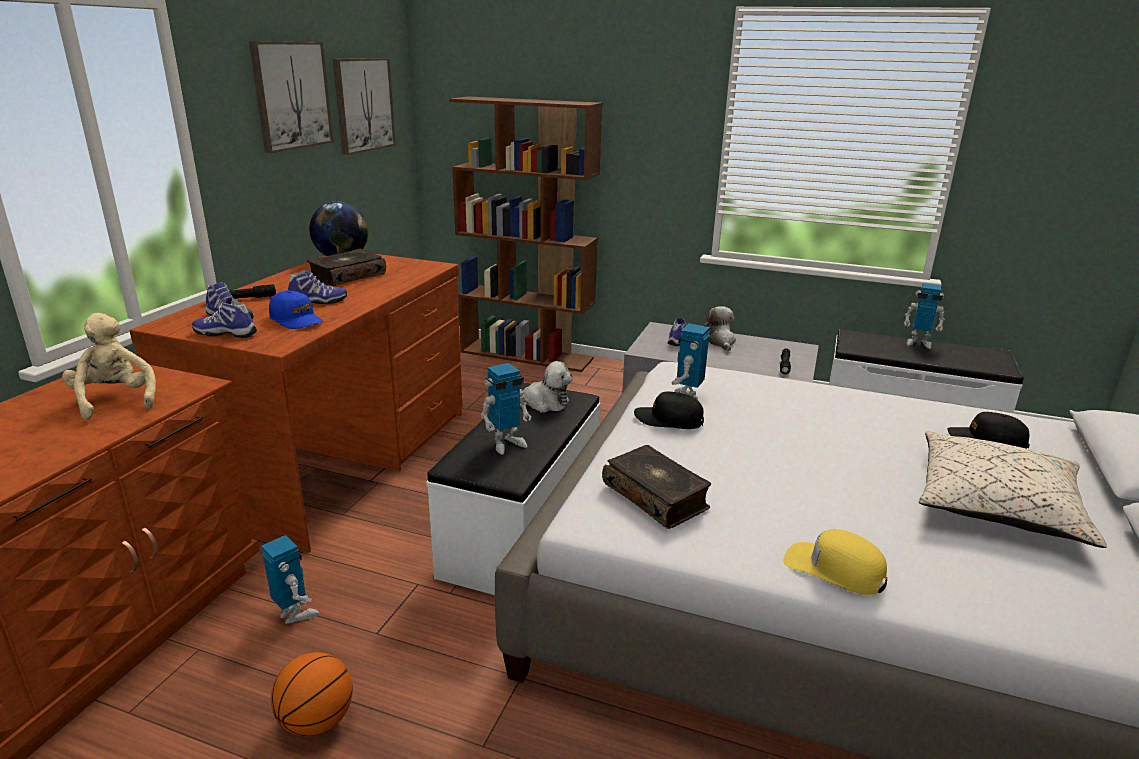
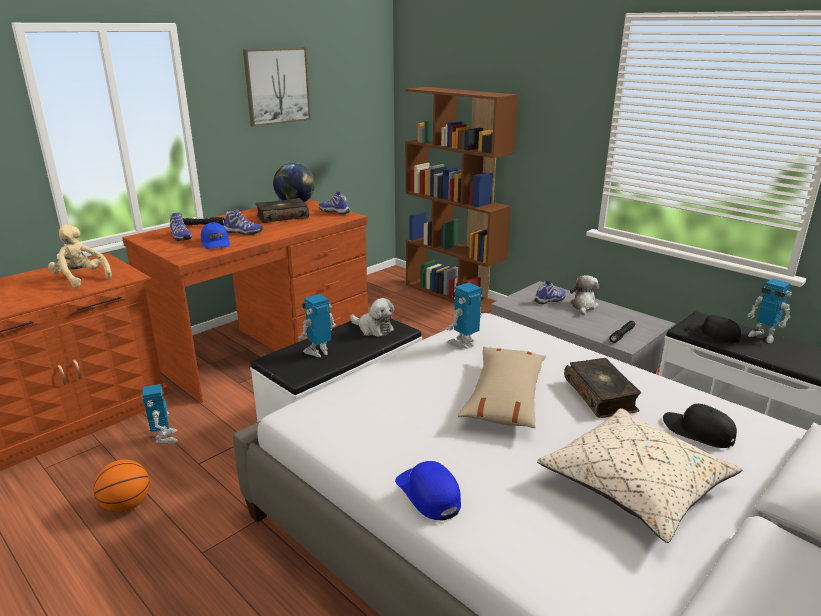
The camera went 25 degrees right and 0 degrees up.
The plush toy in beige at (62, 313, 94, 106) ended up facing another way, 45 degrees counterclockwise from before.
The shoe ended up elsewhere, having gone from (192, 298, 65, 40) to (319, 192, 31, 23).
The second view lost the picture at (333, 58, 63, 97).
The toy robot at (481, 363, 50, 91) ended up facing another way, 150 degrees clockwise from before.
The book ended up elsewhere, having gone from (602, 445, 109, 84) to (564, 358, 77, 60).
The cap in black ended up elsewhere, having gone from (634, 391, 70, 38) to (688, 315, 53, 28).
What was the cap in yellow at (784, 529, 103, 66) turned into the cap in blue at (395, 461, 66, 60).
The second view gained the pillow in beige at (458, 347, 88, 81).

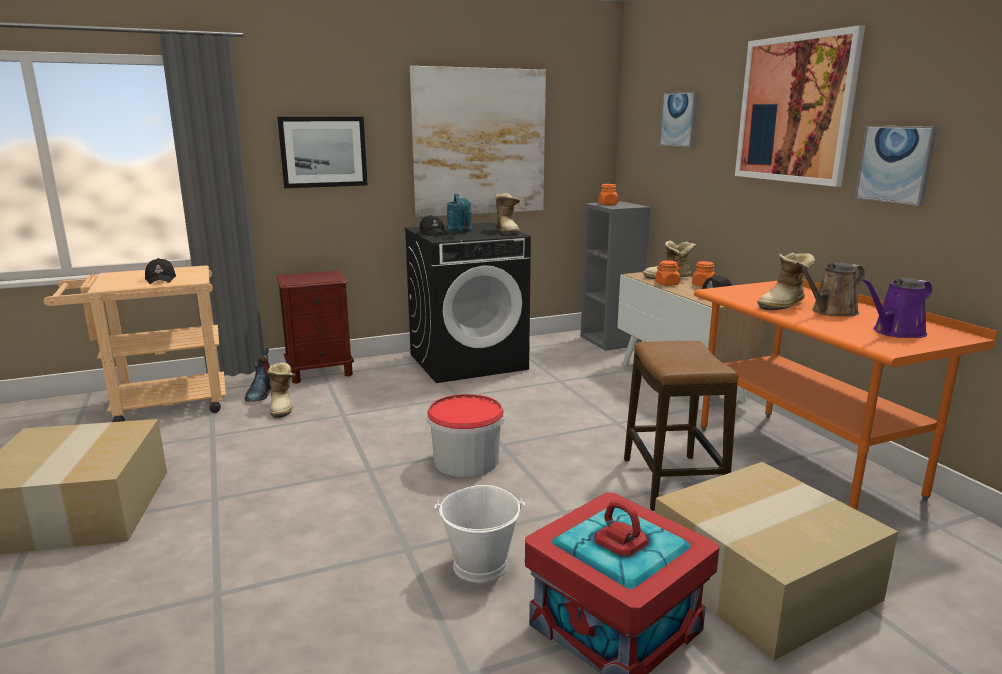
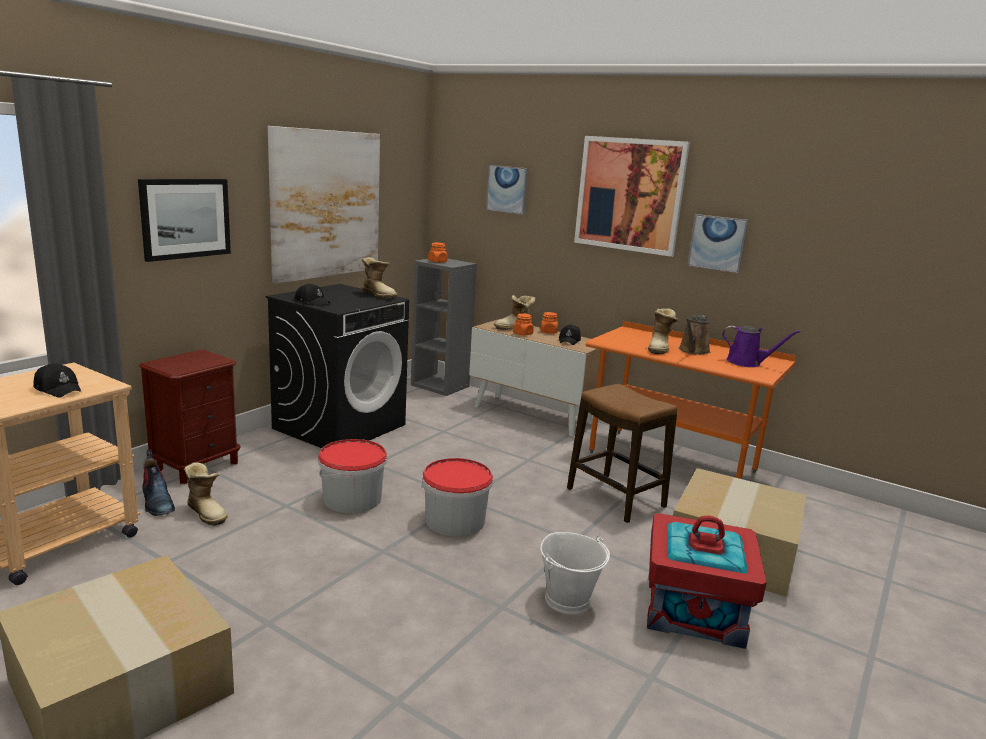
The camera went 35 degrees left and 0 degrees up.
The second view lost the watering can in turquoise at (447, 194, 25, 39).
The watering can in purple at (862, 278, 70, 60) ended up facing another way, 90 degrees counterclockwise from before.
The second view gained the bucket at (318, 439, 69, 74).

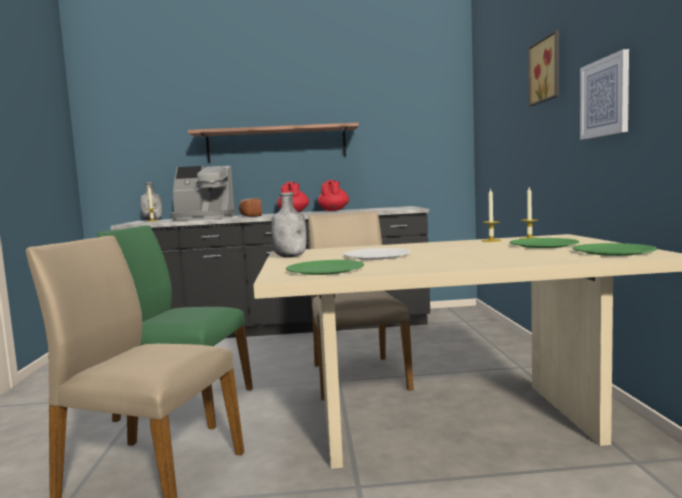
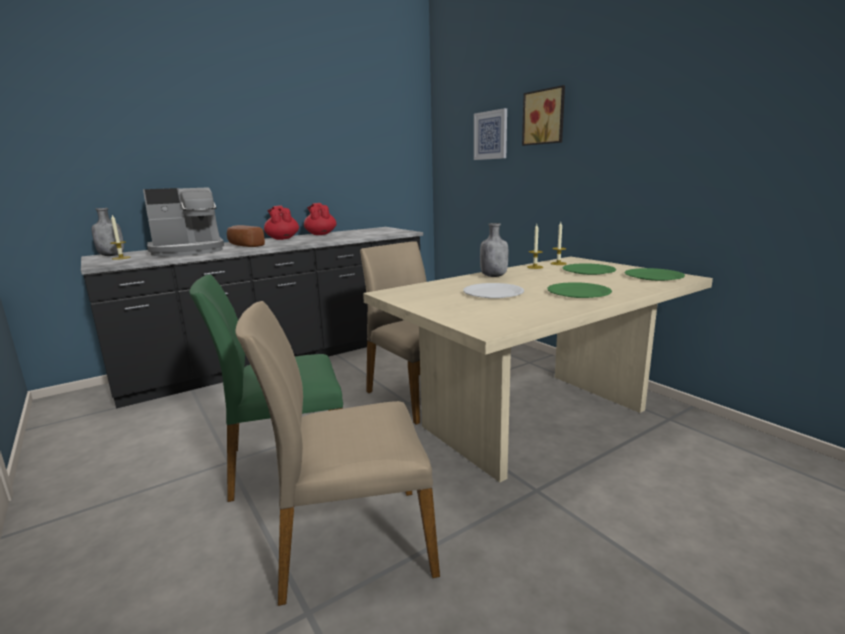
The camera went 30 degrees left and 10 degrees up.
The second view lost the shelf at (188, 123, 171, 40).
The bottle in grey ended up elsewhere, having gone from (271, 192, 35, 66) to (480, 223, 28, 54).
The plate in green ended up elsewhere, having gone from (286, 260, 78, 15) to (547, 282, 65, 16).
The picture ended up elsewhere, having gone from (580, 49, 49, 91) to (474, 108, 33, 52).

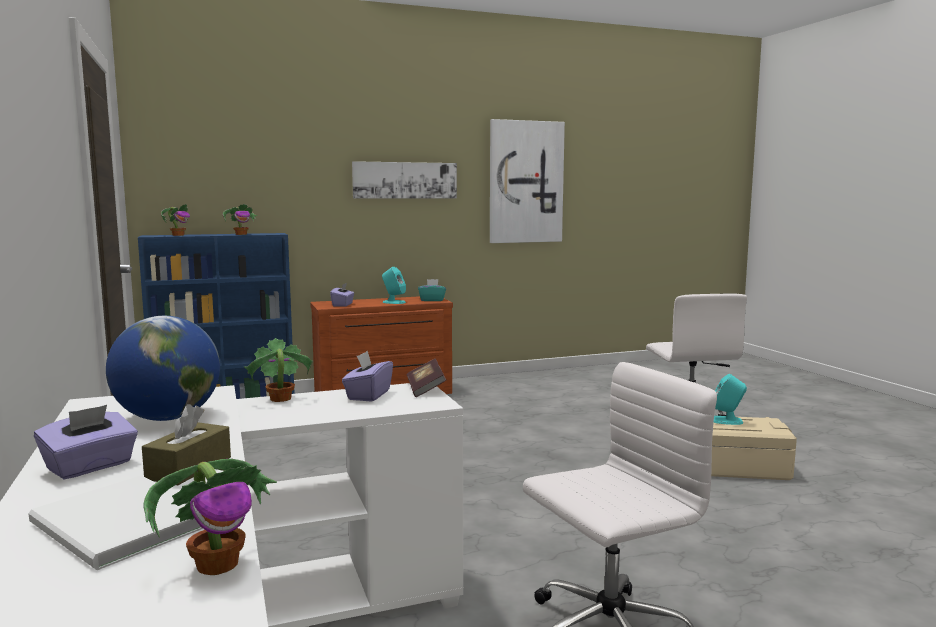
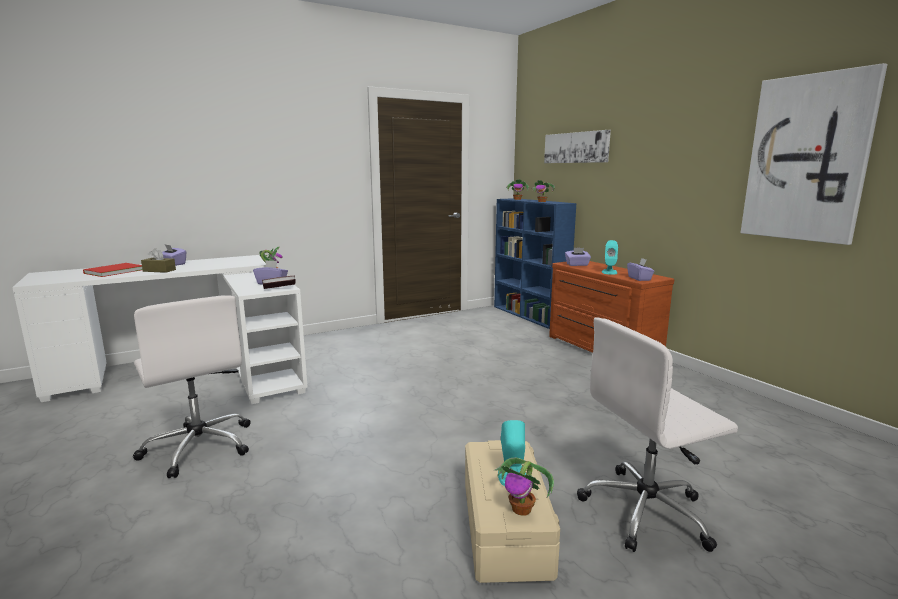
The camera went 80 degrees right and 5 degrees up.
What was the book in white at (29, 475, 174, 95) turned into the book in red at (83, 263, 59, 14).
The second view lost the globe at (106, 316, 114, 105).
The potted plant ended up elsewhere, having gone from (143, 459, 134, 116) to (494, 457, 60, 59).
The picture ended up elsewhere, having gone from (352, 161, 105, 38) to (544, 130, 67, 33).
What was the tissue box in turquoise at (418, 279, 28, 22) turned into the tissue box in purple at (627, 258, 28, 23).

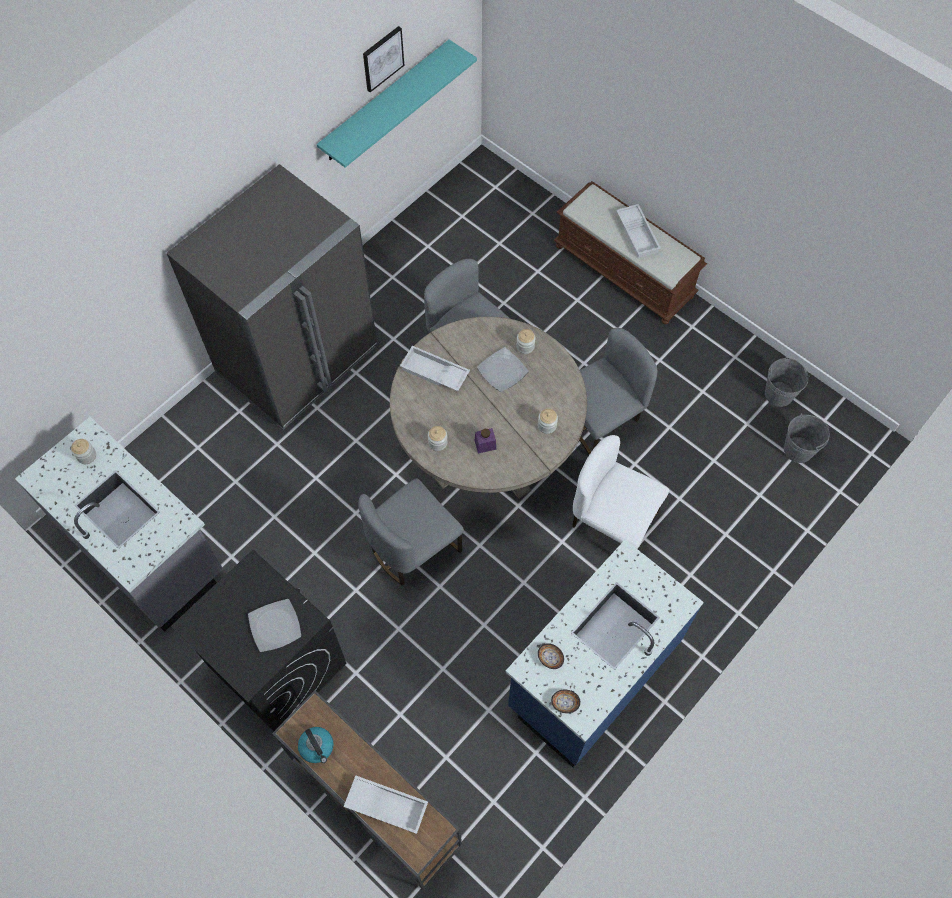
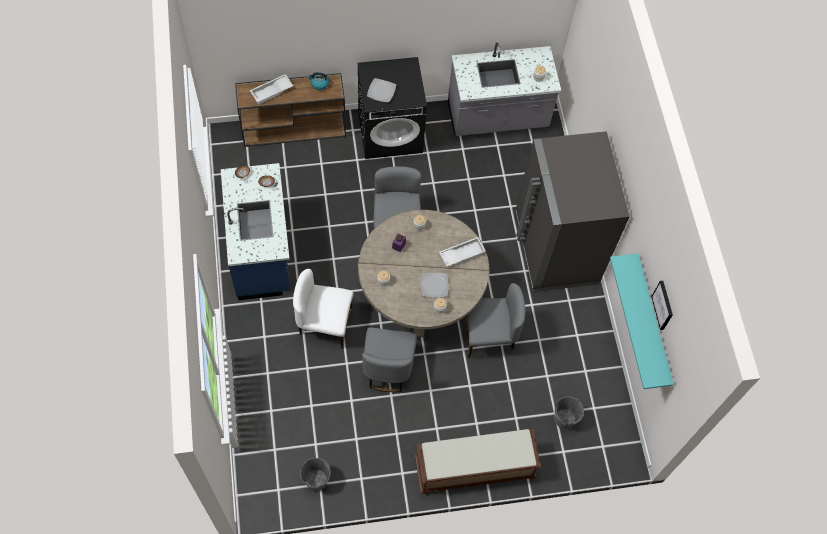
The camera went 125 degrees right and 0 degrees up.
The chair in white at (572, 435, 97, 114) ended up facing another way, 150 degrees counterclockwise from before.
The second view lost the tray in white at (616, 204, 45, 54).
The bucket in grey ended up elsewhere, having gone from (784, 413, 45, 50) to (554, 397, 30, 32).

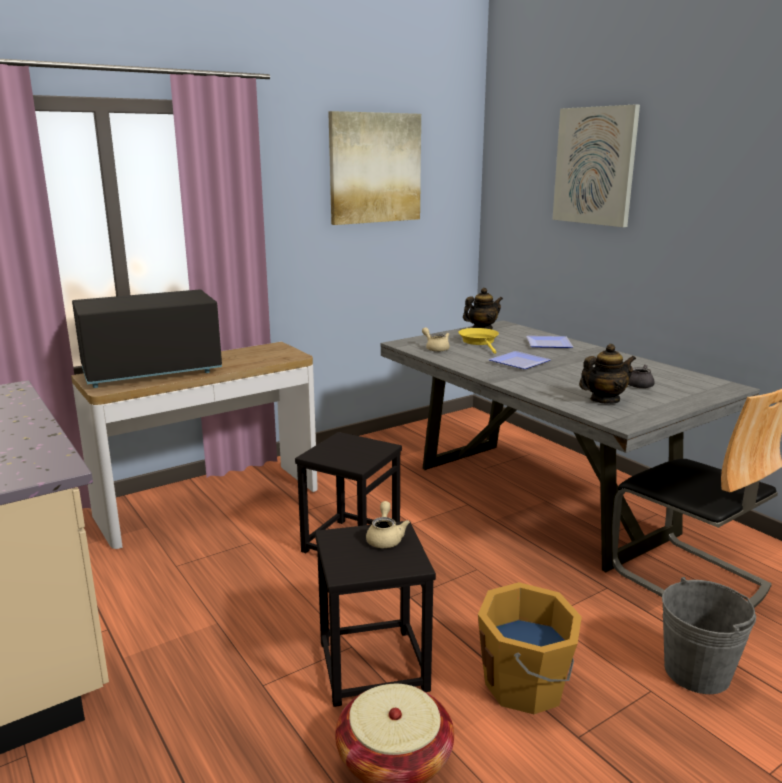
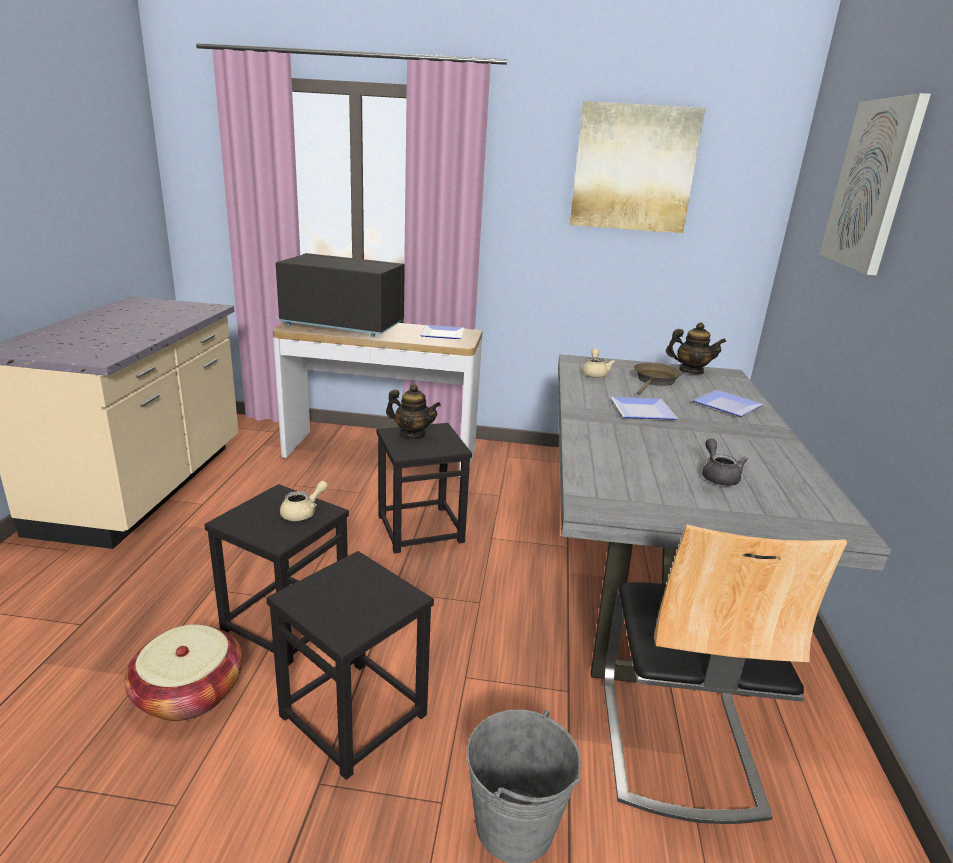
The camera went 40 degrees right and 5 degrees up.
What was the frying pan in yellow at (458, 328, 41, 26) turned into the frying pan in brown at (634, 363, 48, 32).
Where the bucket in orange stood at (478, 582, 104, 132), the stool in black came to stand at (266, 551, 168, 229).
The teapot ended up elsewhere, having gone from (579, 344, 57, 60) to (386, 384, 55, 55).
The second view gained the plate at (420, 325, 44, 14).

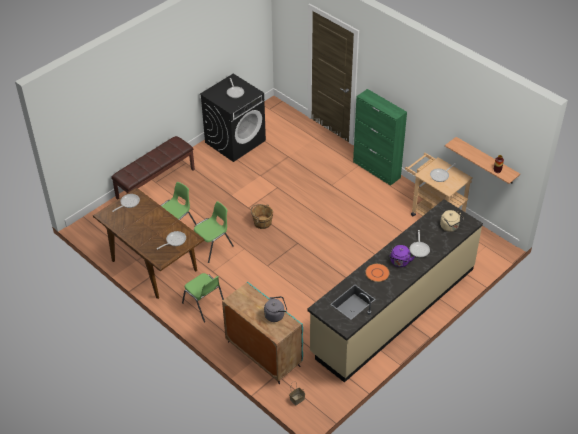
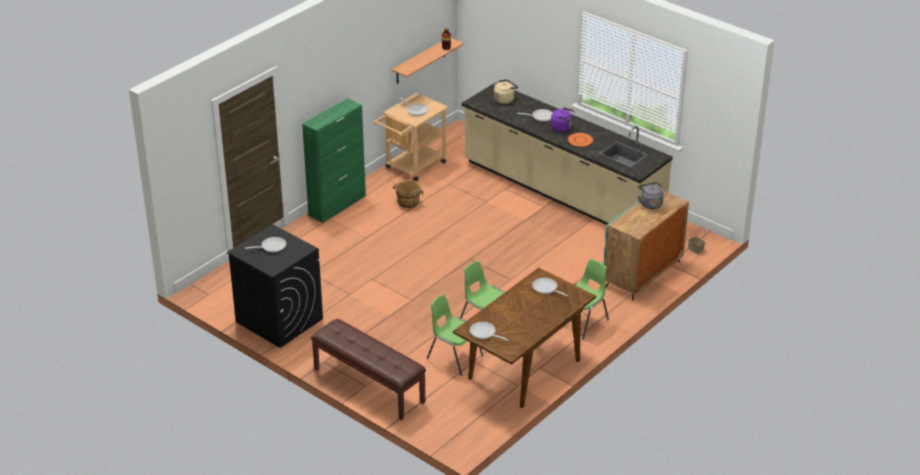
The camera went 95 degrees left and 10 degrees down.
The bucket in brown ended up elsewhere, having gone from (251, 204, 22, 25) to (393, 180, 31, 28).

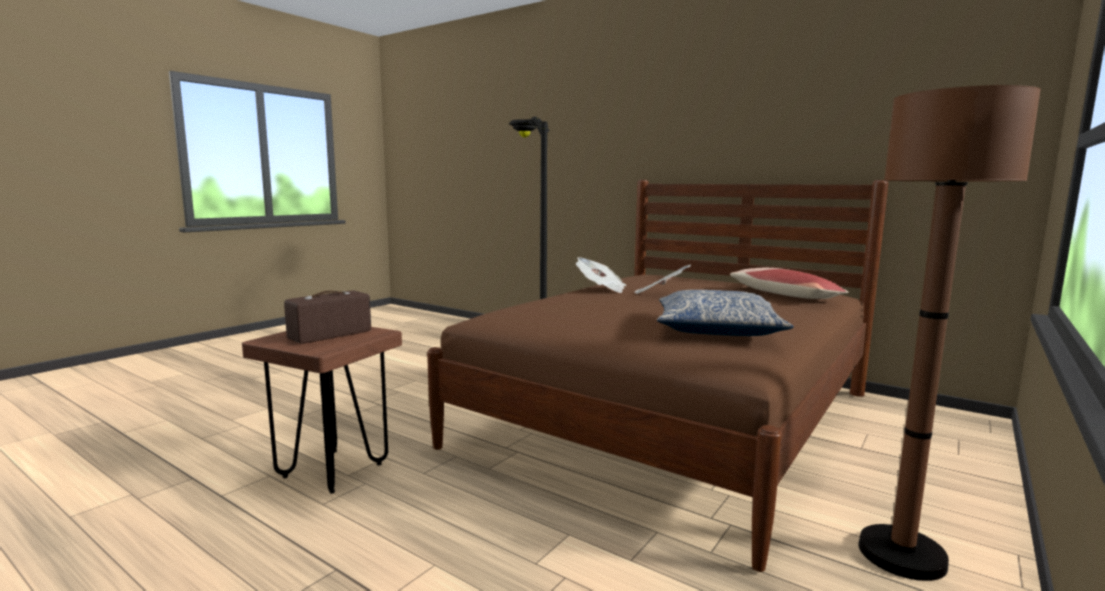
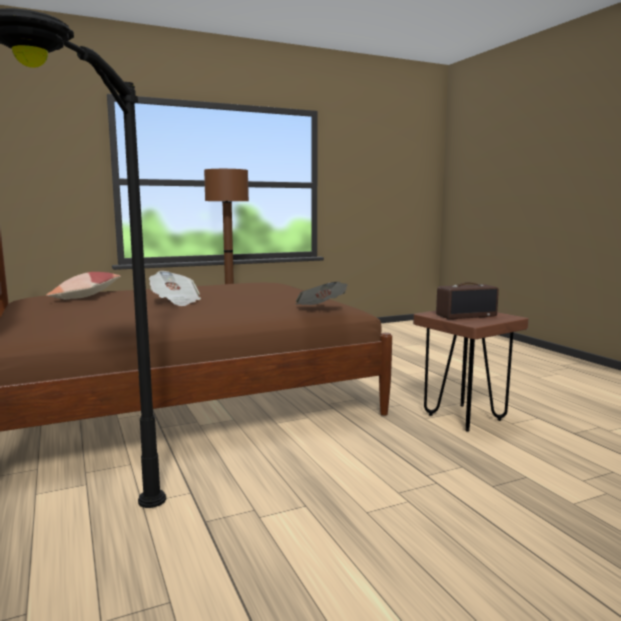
The camera went 150 degrees left and 0 degrees up.
The newspaper ended up elsewhere, having gone from (576, 257, 50, 36) to (296, 281, 51, 24).
The second view lost the pillow at (657, 290, 137, 46).

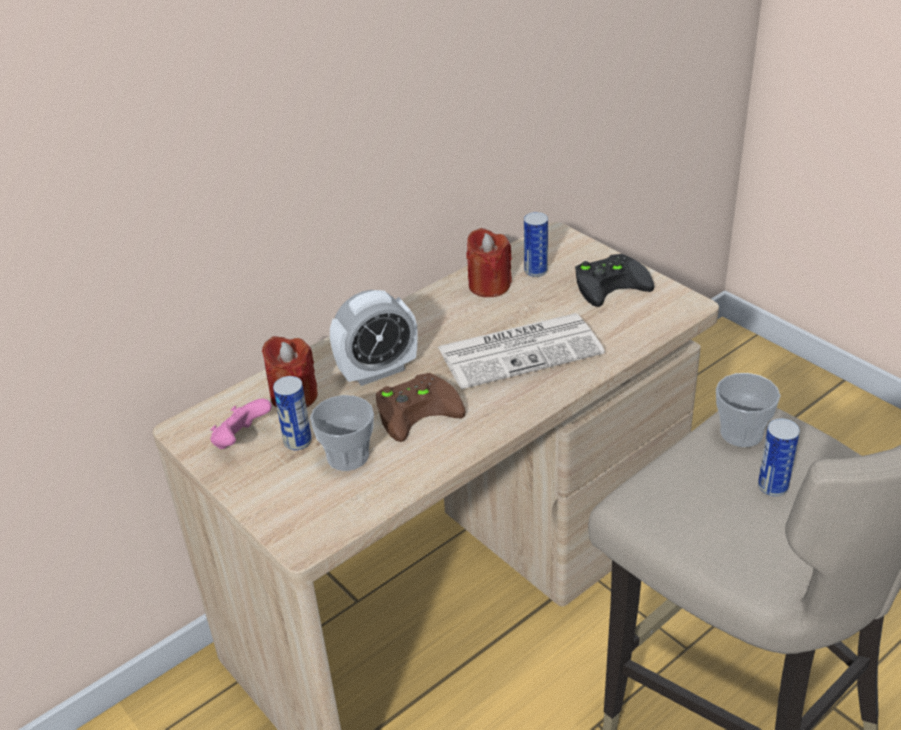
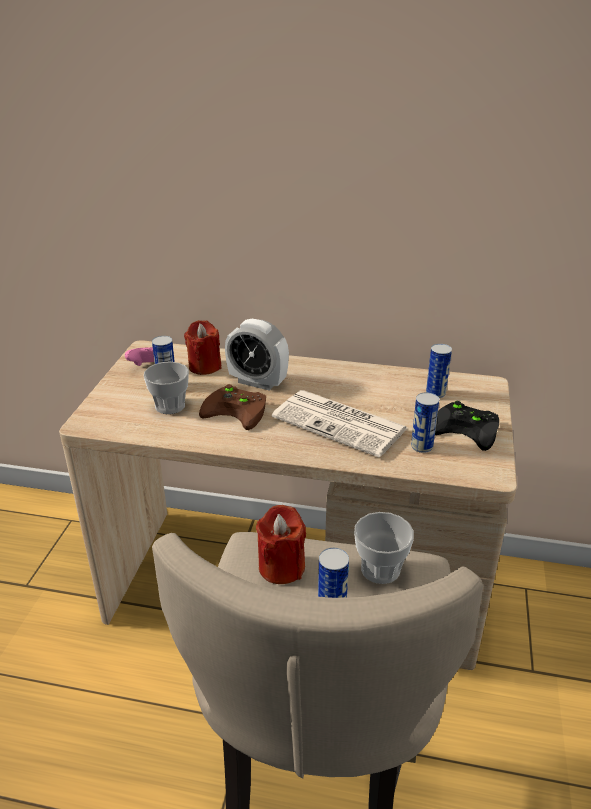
The camera went 50 degrees right and 5 degrees down.
The candle in red ended up elsewhere, having gone from (466, 228, 46, 69) to (256, 505, 50, 79).
The second view gained the can at (411, 392, 28, 61).

